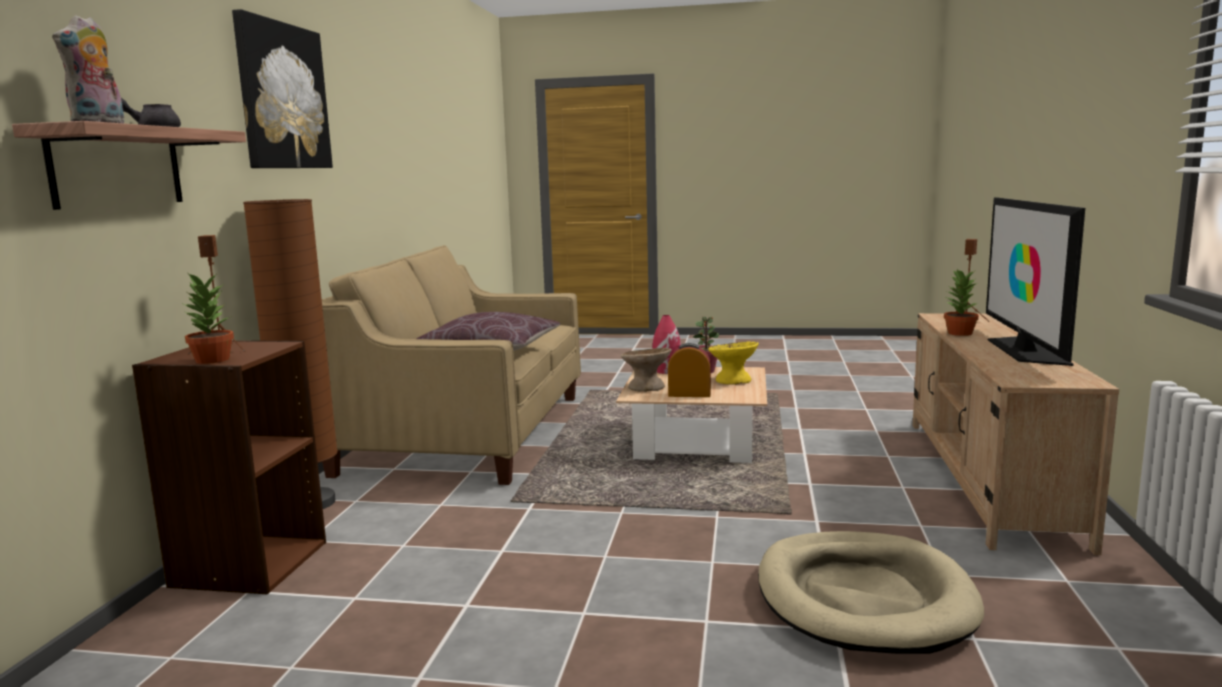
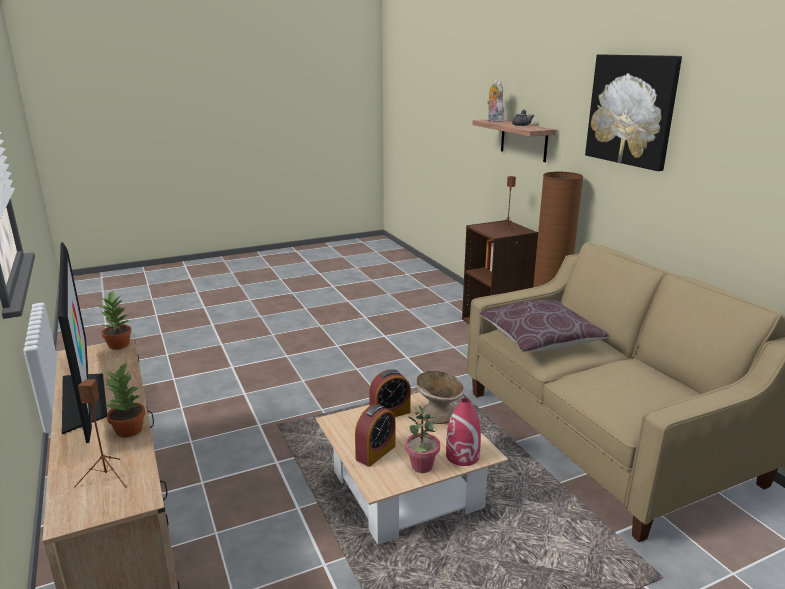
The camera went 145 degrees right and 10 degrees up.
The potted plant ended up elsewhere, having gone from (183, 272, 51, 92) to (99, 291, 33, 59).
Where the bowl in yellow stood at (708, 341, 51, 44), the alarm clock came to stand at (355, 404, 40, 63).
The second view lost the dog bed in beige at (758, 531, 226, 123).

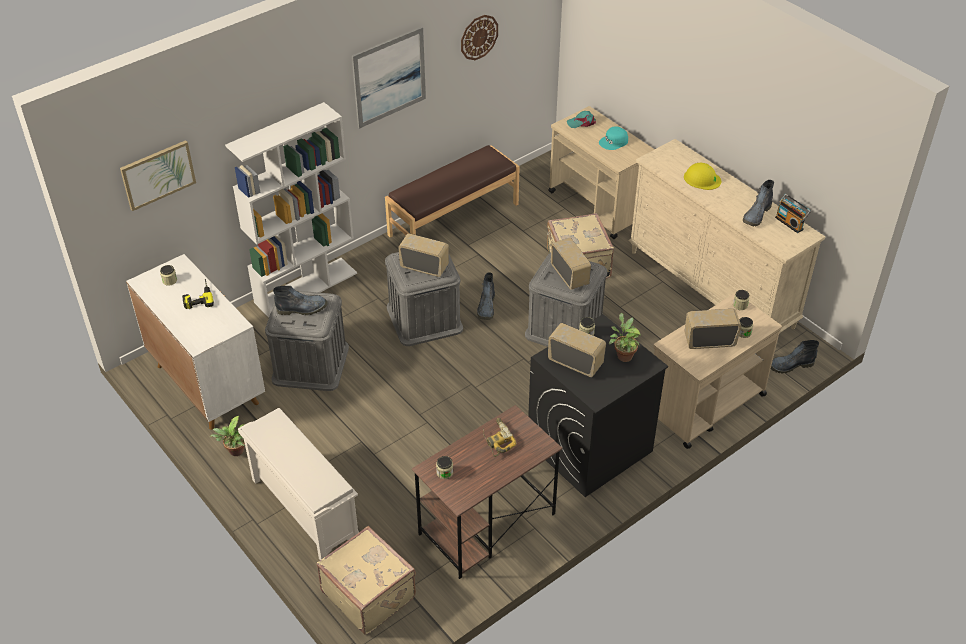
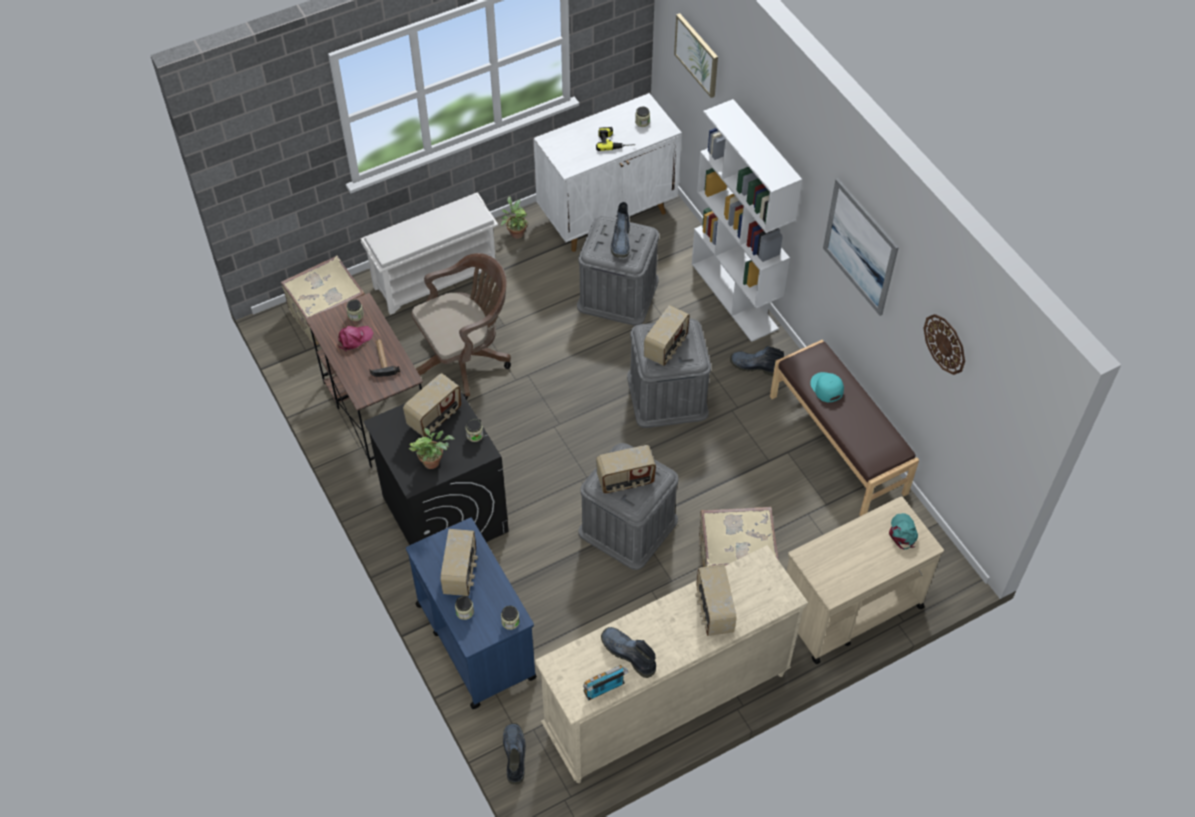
The camera went 100 degrees right and 10 degrees up.
The boot ended up elsewhere, having gone from (477, 272, 18, 48) to (730, 346, 54, 30).
Where the power drill stood at (483, 418, 34, 39), the hammer came to stand at (369, 339, 31, 38).
The cap in turquoise ended up elsewhere, having gone from (599, 126, 29, 24) to (810, 372, 34, 30).
What was the cart in beige at (653, 293, 129, 156) turned into the cart in blue at (406, 517, 131, 192).
Where the hard hat in yellow stood at (684, 163, 37, 27), the radio came to stand at (695, 564, 42, 72).
The second view gained the cap in pink at (338, 326, 35, 26).
The second view gained the office chair in brown at (412, 253, 99, 147).

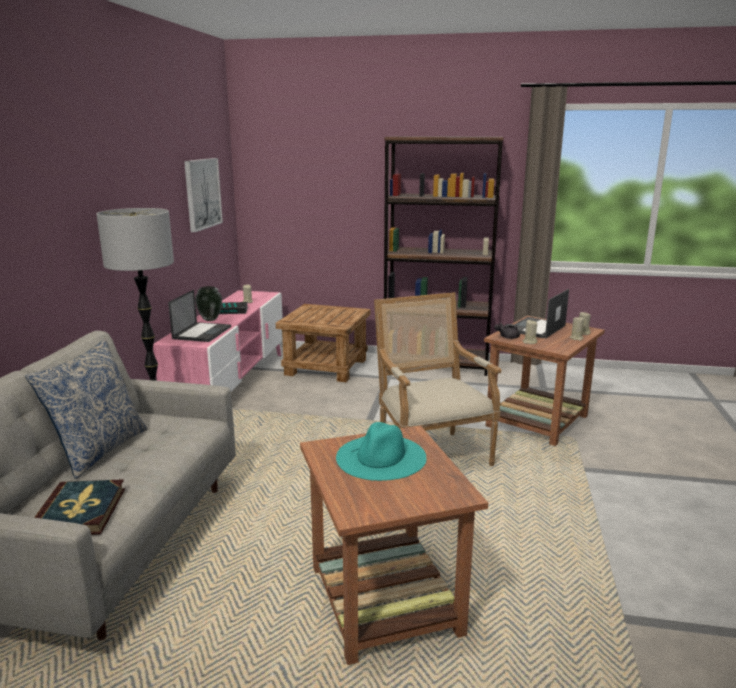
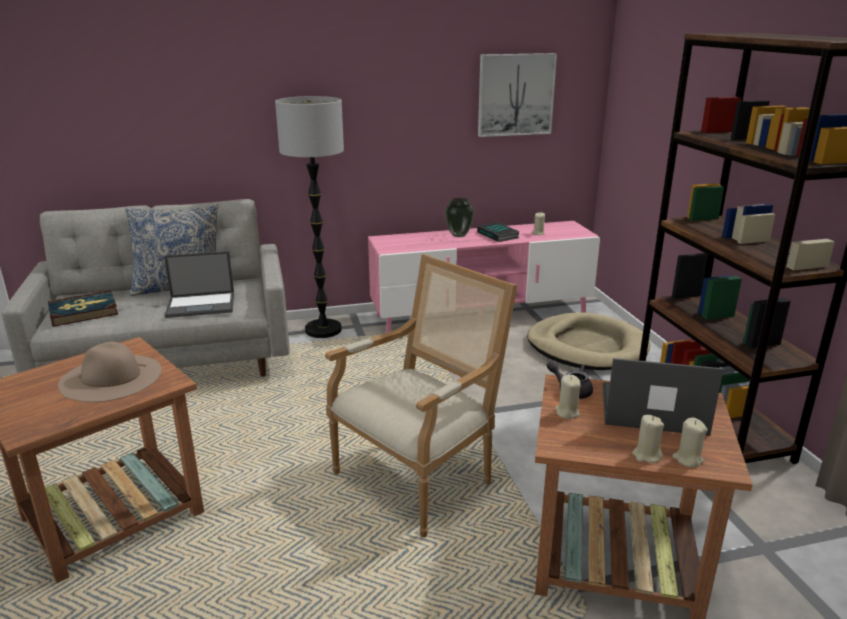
The camera went 65 degrees right and 5 degrees up.
The laptop ended up elsewhere, having gone from (168, 290, 63, 52) to (164, 251, 70, 67).
Where the side table in brown stood at (276, 304, 95, 78), the dog bed in beige came to stand at (527, 312, 123, 58).
What was the hat in turquoise at (336, 422, 90, 59) turned into the hat in beige at (58, 342, 104, 60).

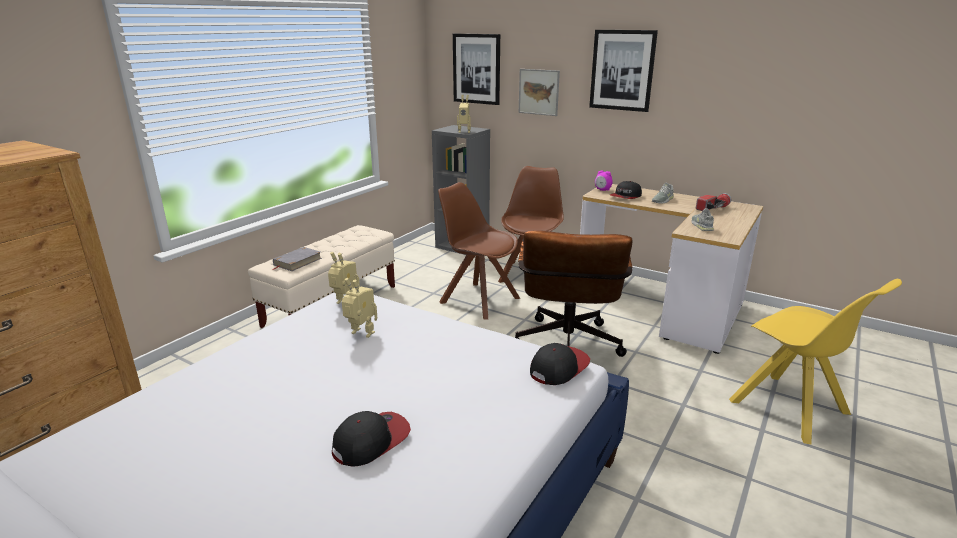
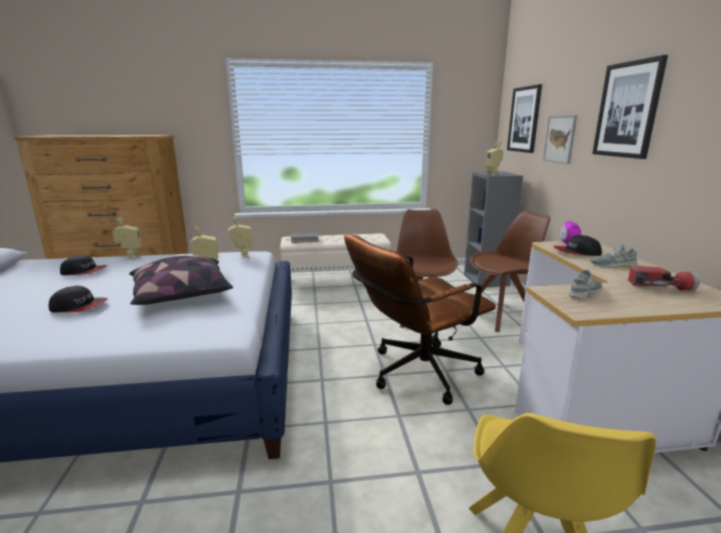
The camera went 50 degrees right and 5 degrees down.
The cap ended up elsewhere, having gone from (530, 343, 60, 42) to (60, 255, 47, 20).
The second view gained the toy robot at (112, 217, 30, 42).
The second view gained the pillow at (129, 256, 104, 49).

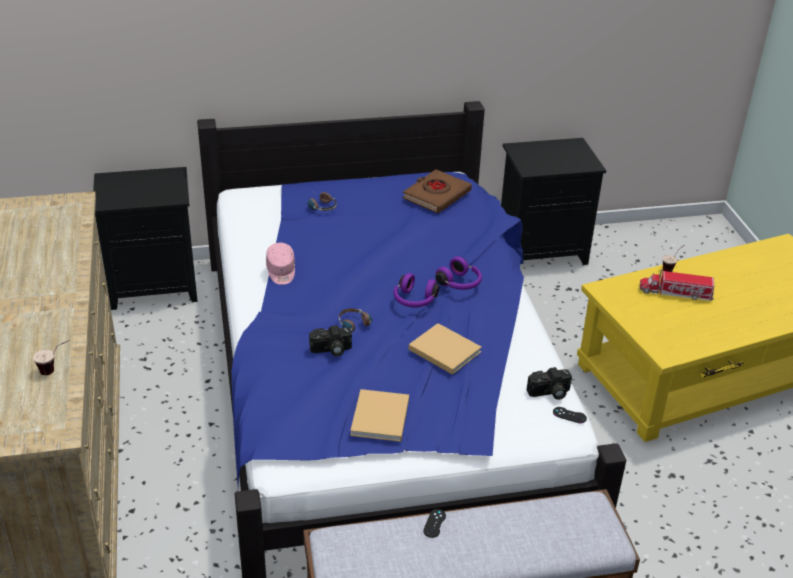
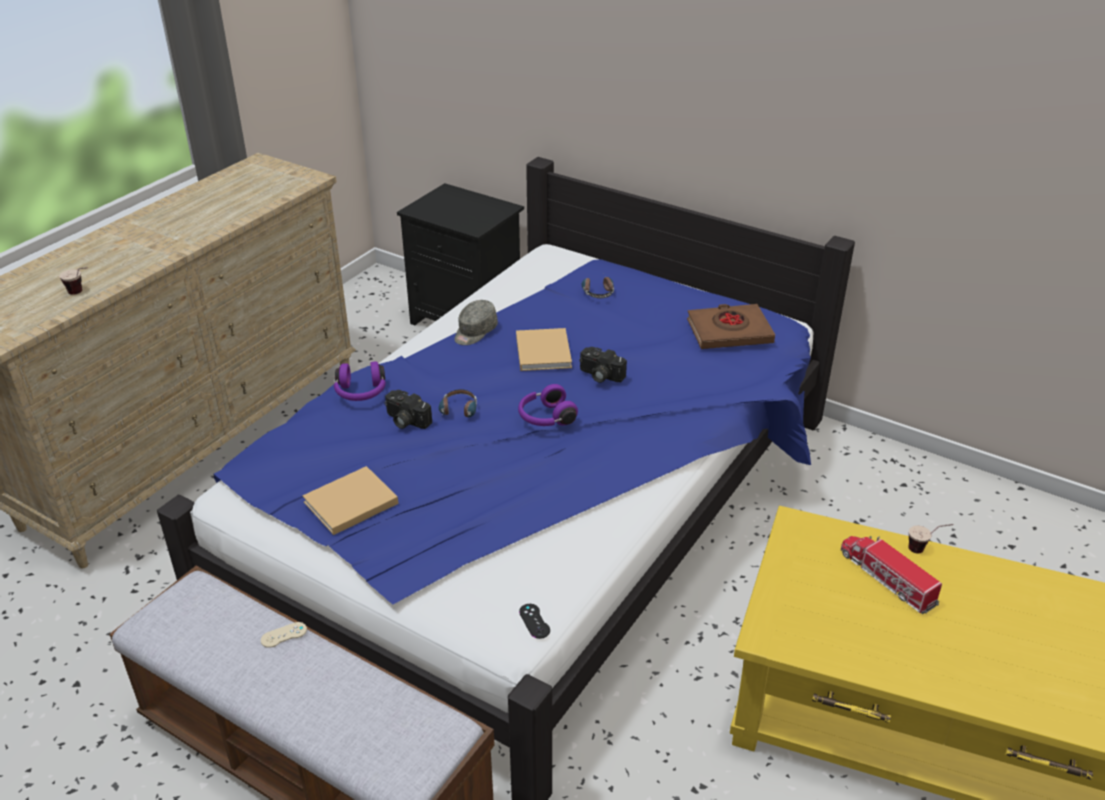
The camera went 45 degrees right and 0 degrees up.
What was the cap in pink at (266, 243, 29, 42) turned into the cap in grey at (454, 300, 44, 45).
The book in beige ended up elsewhere, having gone from (408, 323, 74, 52) to (516, 328, 56, 43).
What was the game controller in black at (423, 509, 23, 29) turned into the game controller in beige at (261, 622, 46, 26).
The headphones in purple ended up elsewhere, having gone from (435, 256, 47, 34) to (334, 362, 52, 39).
The second view lost the nightstand in black at (501, 138, 105, 127).
The photo camera ended up elsewhere, having gone from (527, 367, 45, 33) to (579, 347, 48, 36).

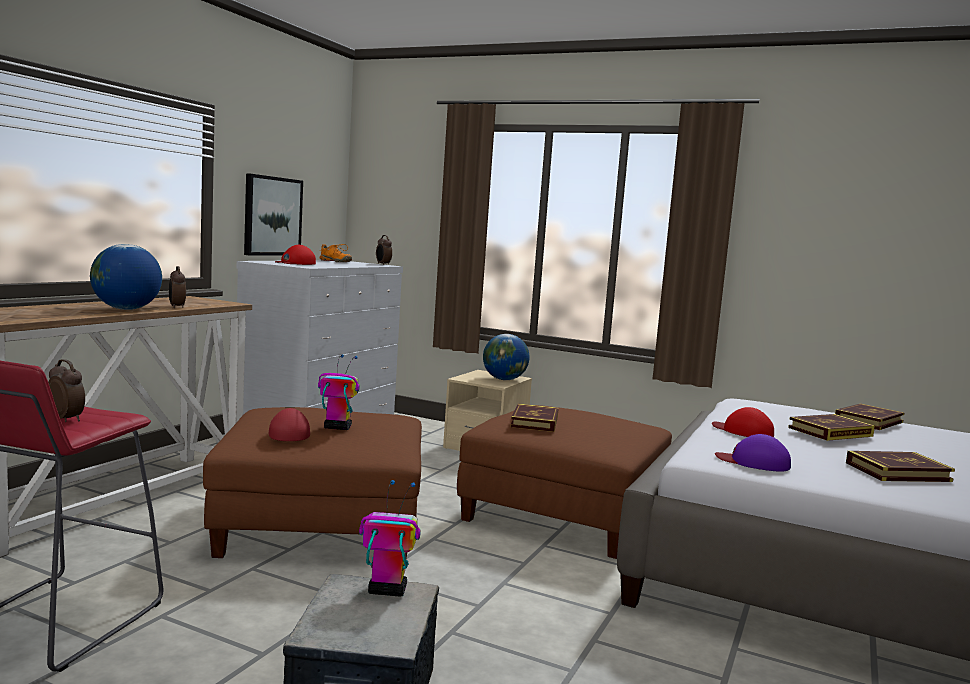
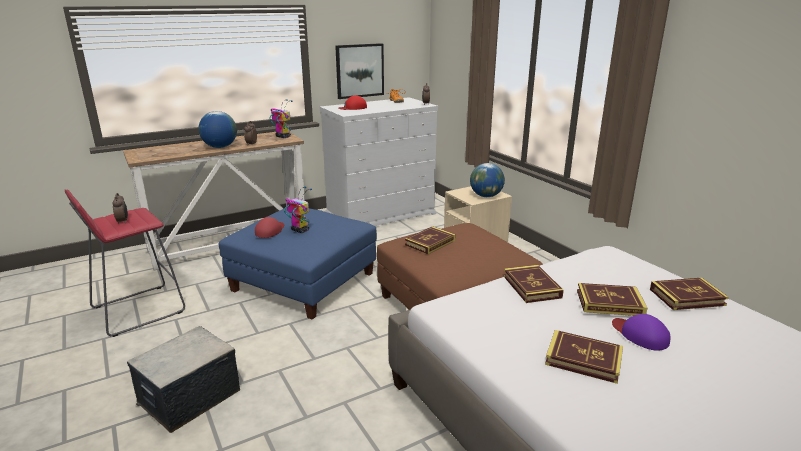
The camera went 35 degrees right and 15 degrees up.
What was the ottoman in brown at (203, 407, 219, 151) turned into the ottoman in blue at (218, 208, 159, 112).
The toy robot ended up elsewhere, having gone from (359, 480, 61, 117) to (270, 99, 22, 39).
Where the cap in red stood at (712, 407, 62, 30), the book came to stand at (503, 265, 61, 38).
The cap in purple ended up elsewhere, having gone from (715, 434, 76, 38) to (612, 314, 58, 36).

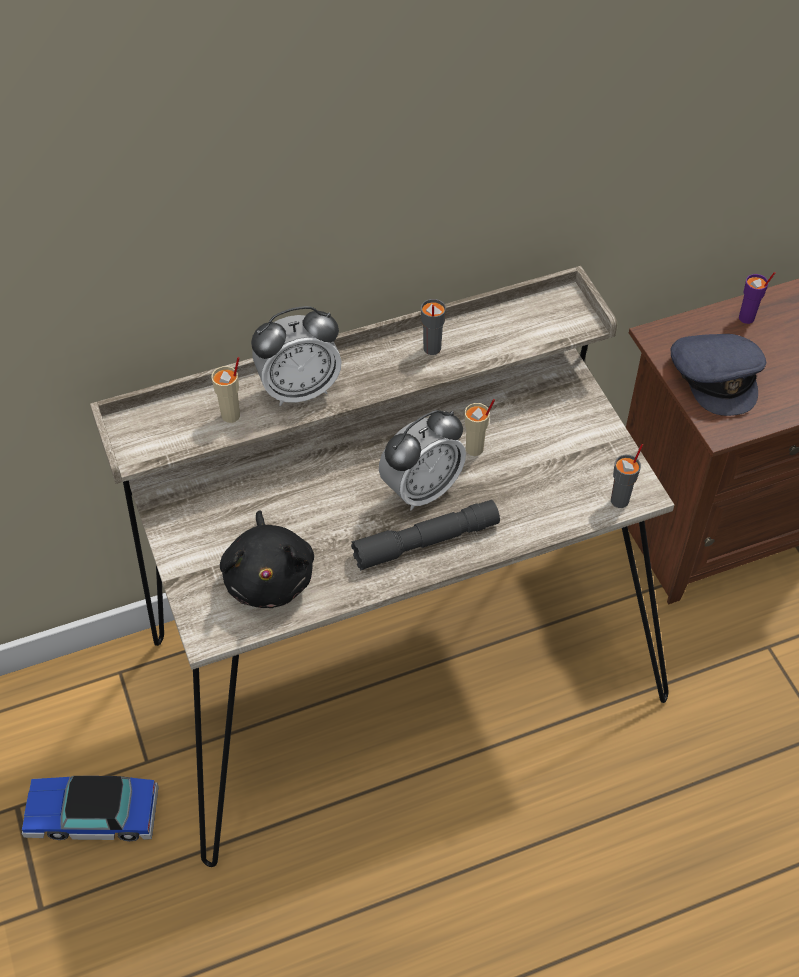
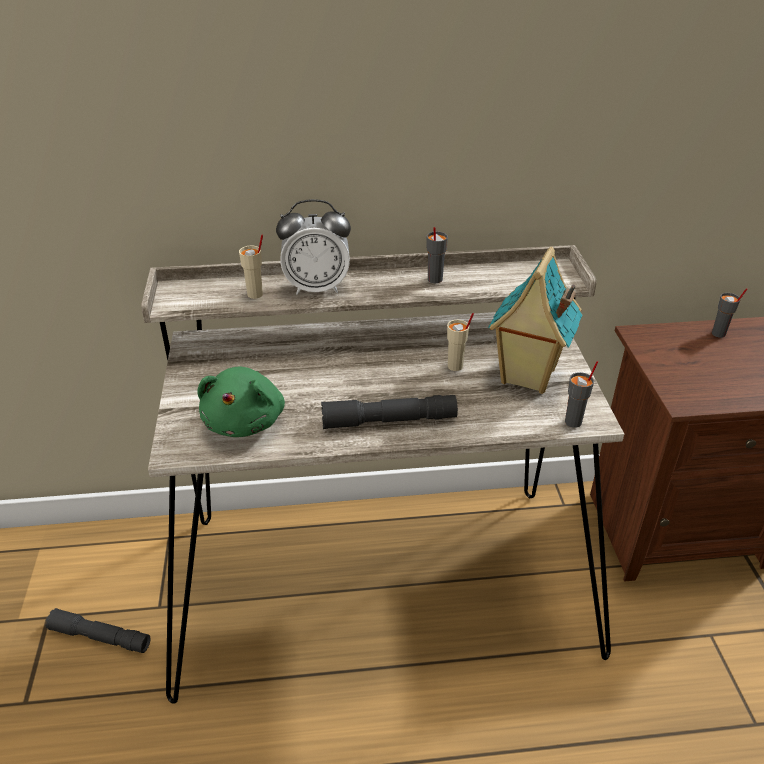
The camera went 15 degrees right and 15 degrees down.
Where the toy car stood at (22, 776, 137, 65), the flashlight in grey came to stand at (45, 608, 105, 45).
What was the plush toy in black at (220, 510, 94, 98) turned into the plush toy in green at (197, 366, 88, 71).
The second view lost the alarm clock at (379, 410, 87, 101).
The second view lost the cap in grey at (671, 334, 95, 82).
What was the cup in purple at (739, 272, 36, 52) turned into the cup in grey at (712, 288, 35, 50).
The second view gained the toy house at (488, 247, 94, 147).

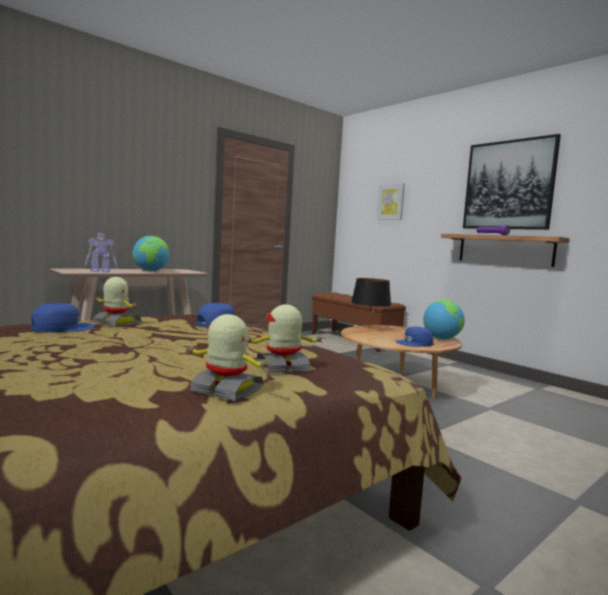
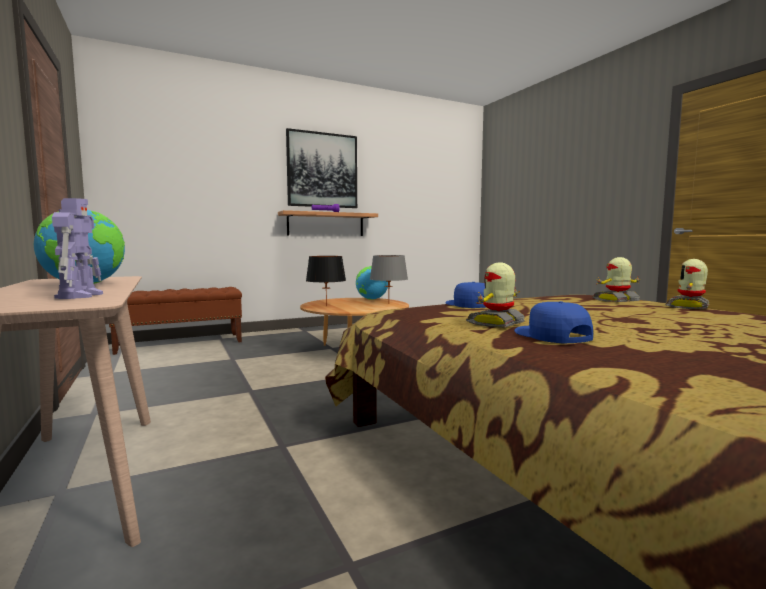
The camera went 75 degrees left and 0 degrees up.
The toy robot at (247, 305, 76, 68) ended up facing another way, 75 degrees clockwise from before.
The second view lost the picture at (377, 183, 28, 37).
Where the cap in blue stood at (395, 326, 38, 21), the table lamp in grey came to stand at (370, 255, 38, 49).

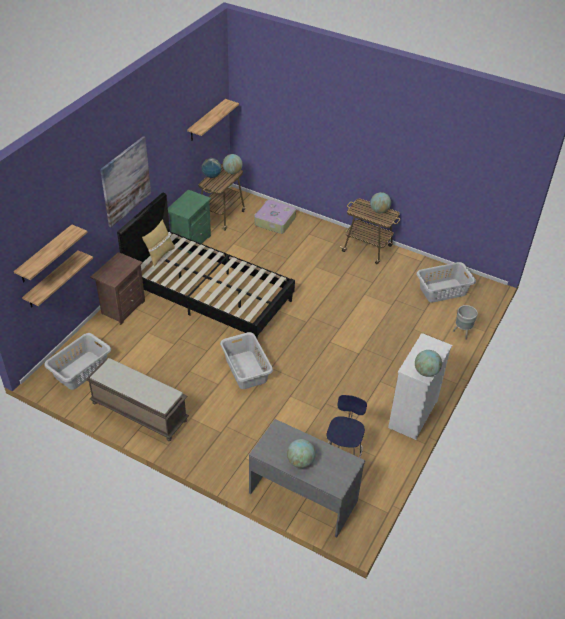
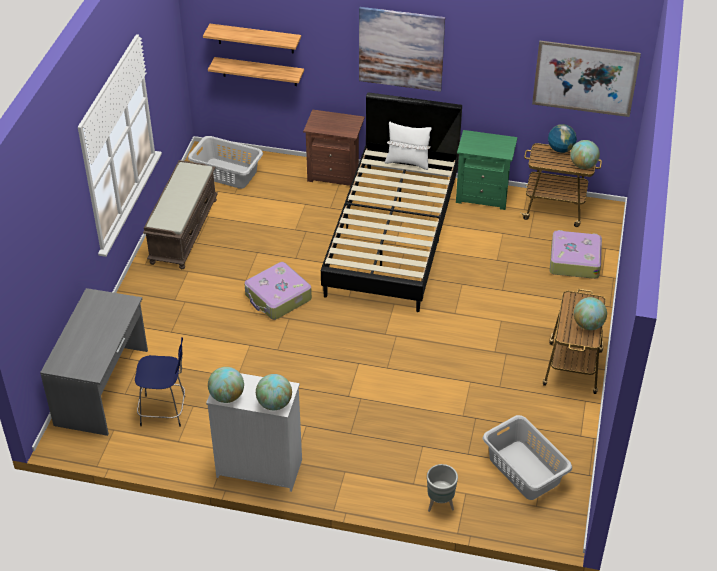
The camera went 75 degrees right and 0 degrees up.
What was the pillow in yellow at (142, 220, 33, 46) turned into the pillow in white at (385, 121, 47, 49).
Where the shelf hung at (187, 99, 52, 42), the picture came to hang at (532, 41, 109, 76).
Where the laundry basket in grey stood at (220, 332, 53, 57), the suitcase came to stand at (244, 262, 68, 58).
The globe ended up elsewhere, having gone from (287, 439, 29, 29) to (256, 374, 36, 36).

